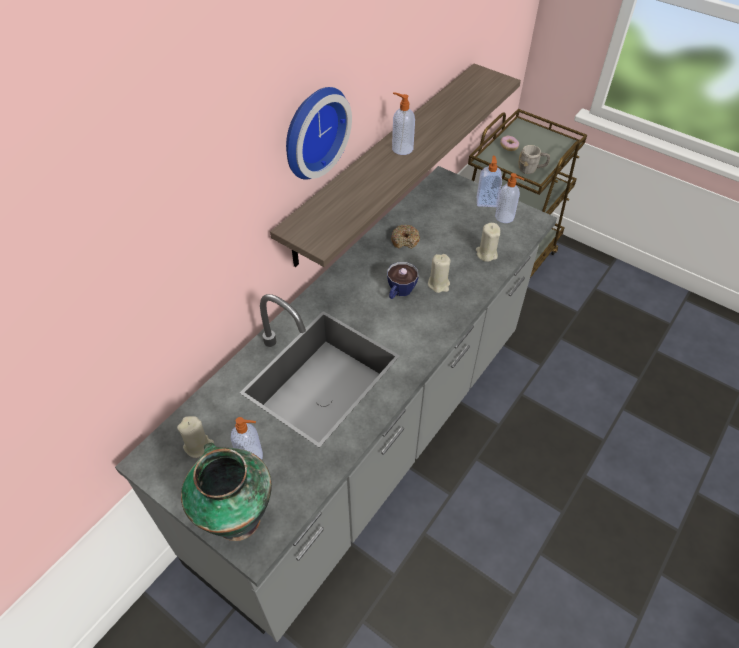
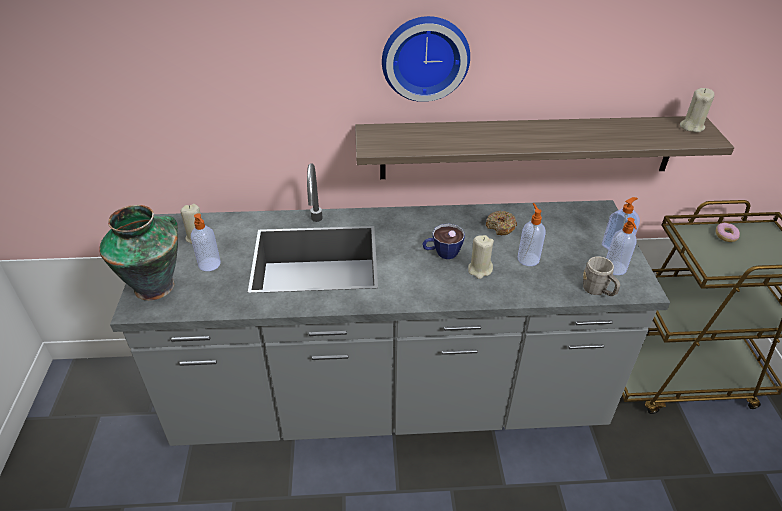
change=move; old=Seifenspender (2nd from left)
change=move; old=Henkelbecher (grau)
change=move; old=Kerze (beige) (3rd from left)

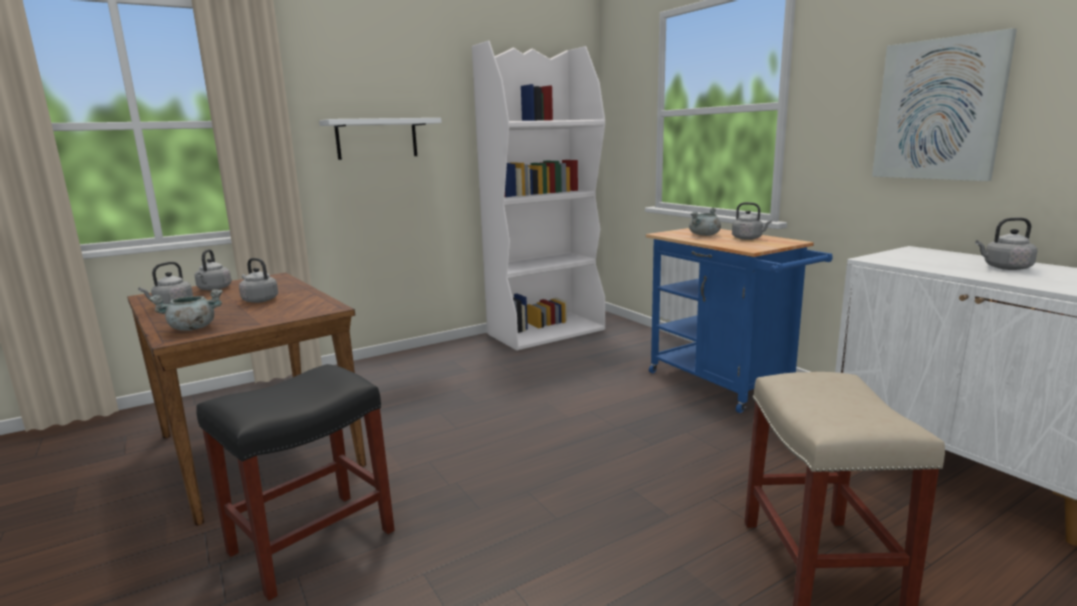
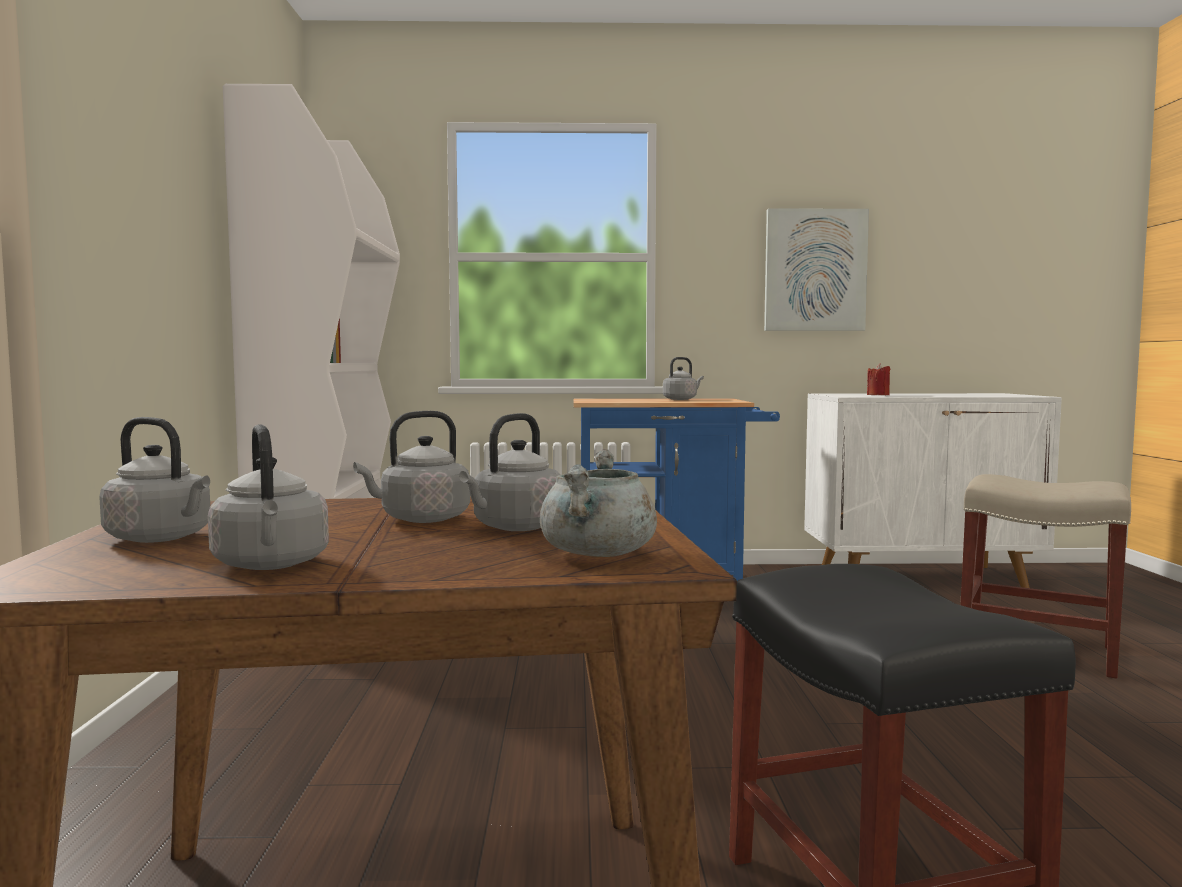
change=delete; old=Wandregal (weiß)
change=delete; old=Kochtopf (grau) (2nd from left)
change=move; old=Wasserkessel (grau) (5th from left in the first image); new=Wasserkessel (grau) (4th from left)
change=insert; new=Kerze (rot)

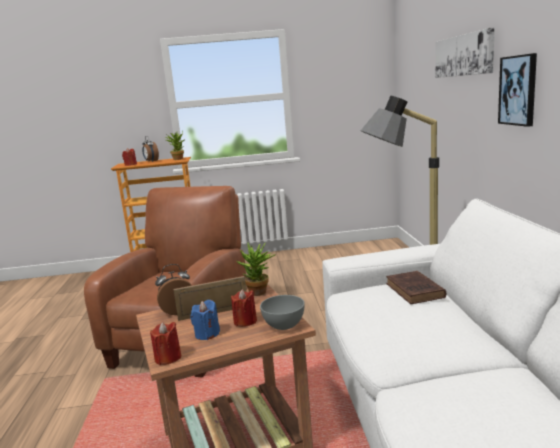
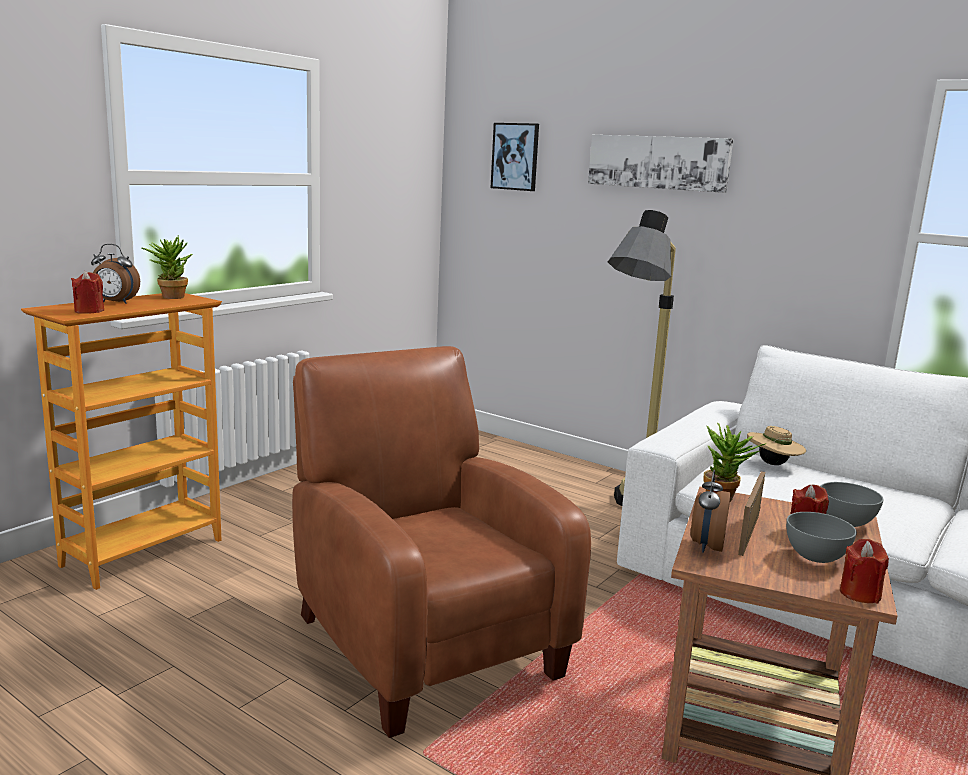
change=move; old=Bild (2nd from left in the first image); new=Bild (1st from left)
change=replace; old=Buch (braun); new=Hut (beige)
change=replace; old=Kerze (blau); new=Schüssel (grau) (1st from left)

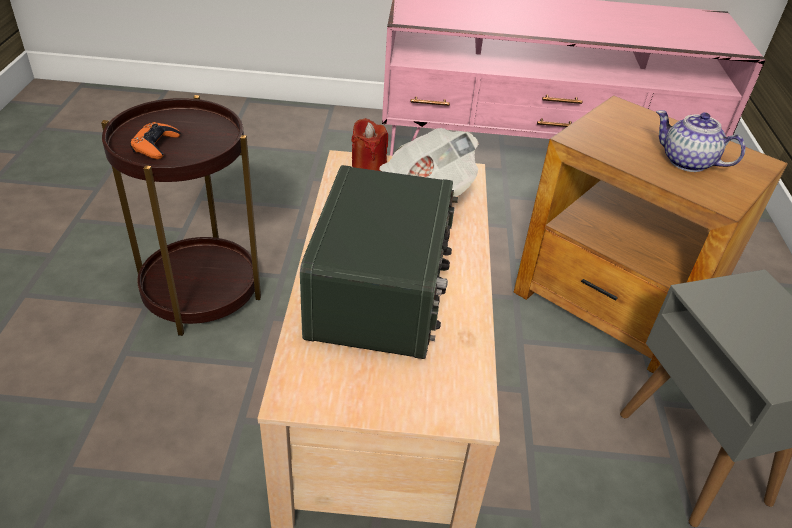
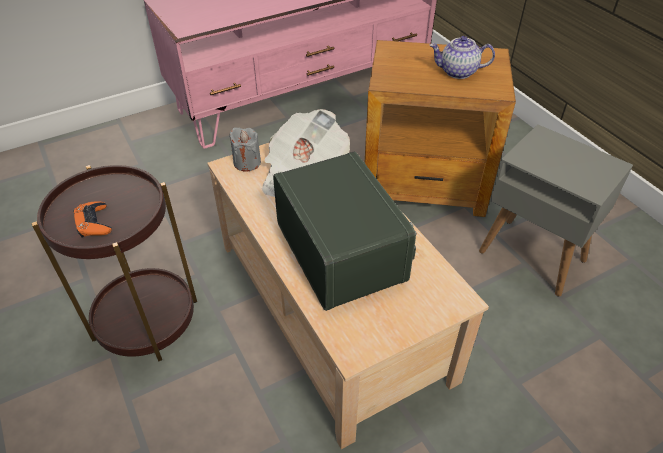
change=recolor; old=Kerze (rot); new=Kerze (grau)

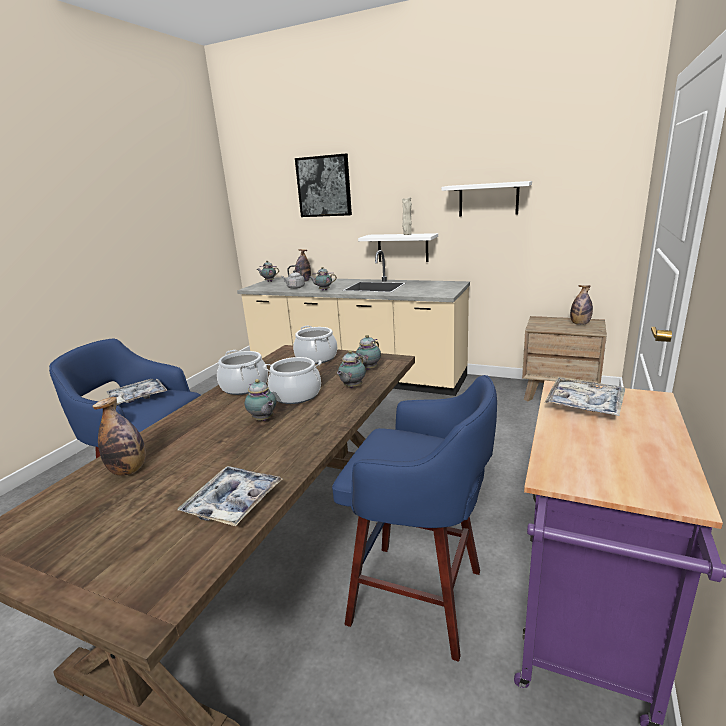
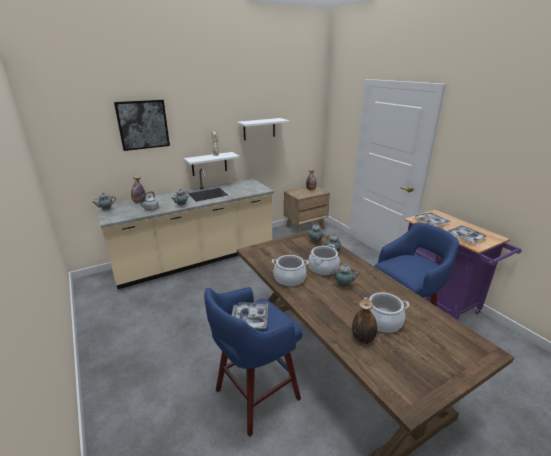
change=move; old=Kochtopf (3rd from left)
change=move; old=Tablett (2nd from left in the first image); new=Tablett (3rd from left)

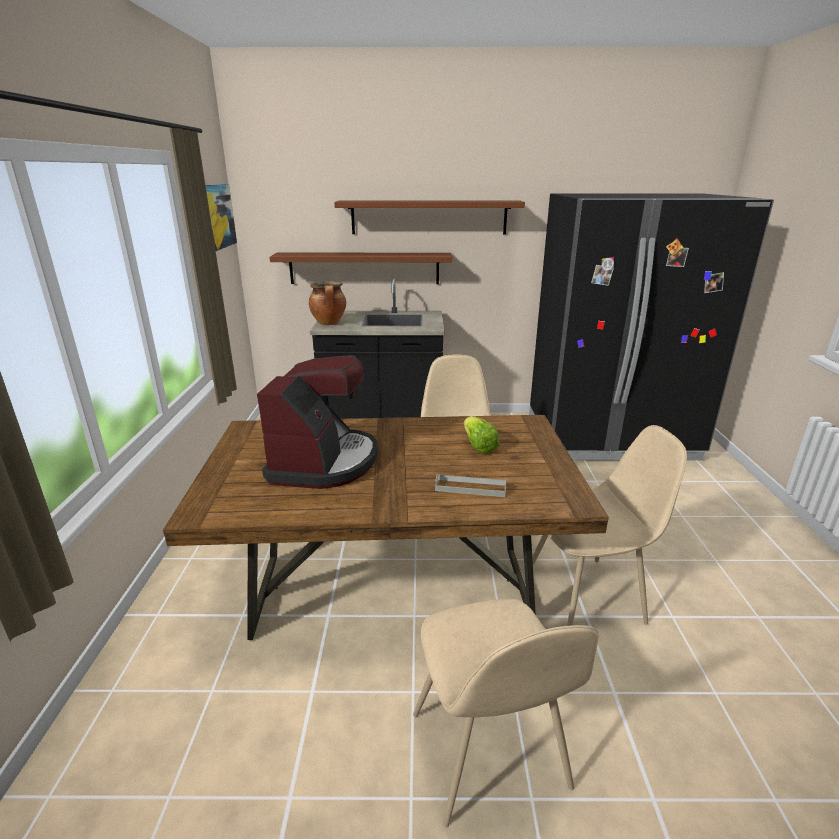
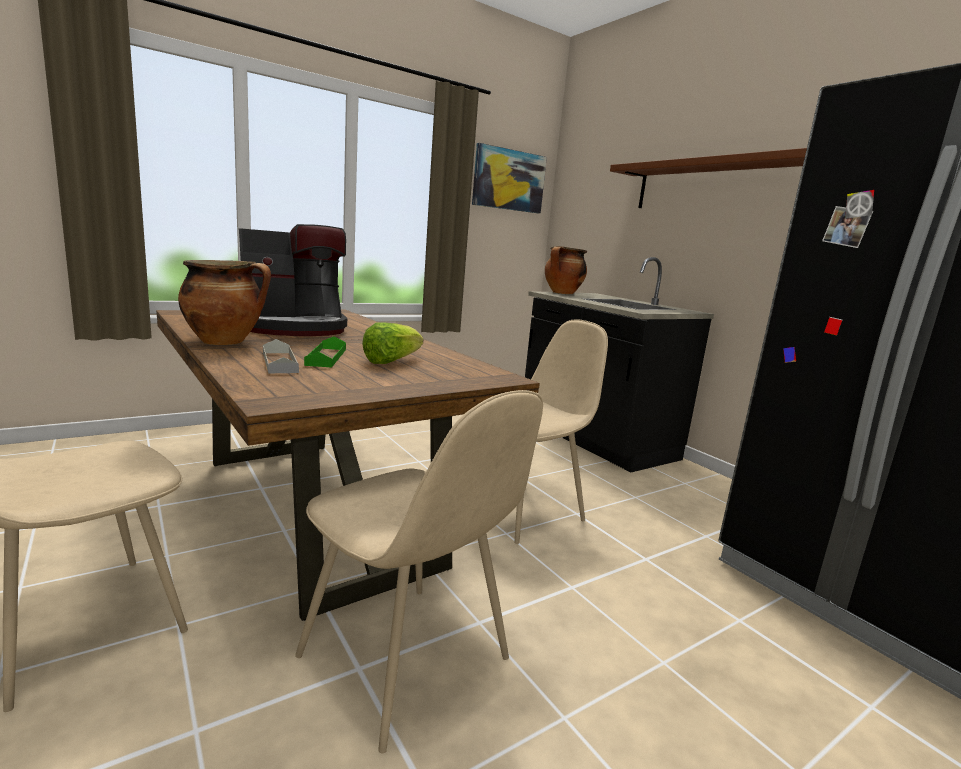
change=delete; old=Wandregal (braun) (1st from left)
change=insert; new=Kochtopf (1st from left)
change=insert; new=Tablett (grün)

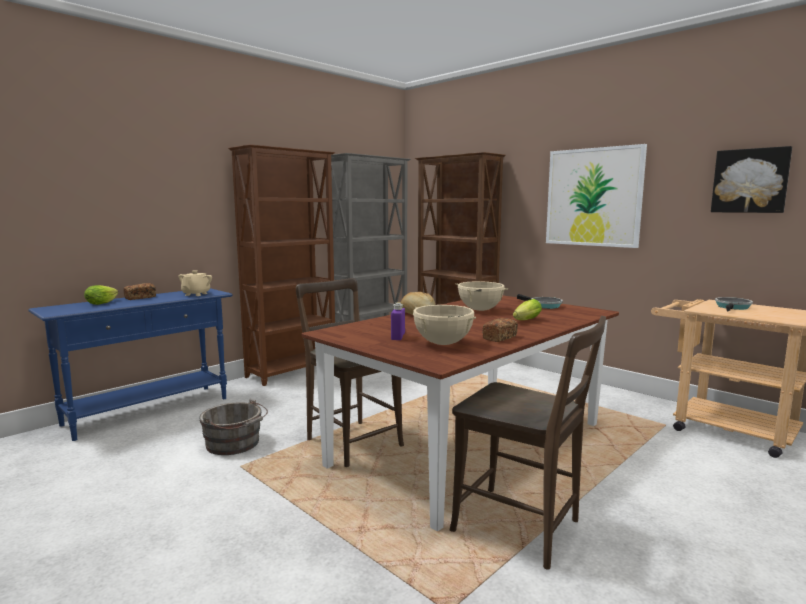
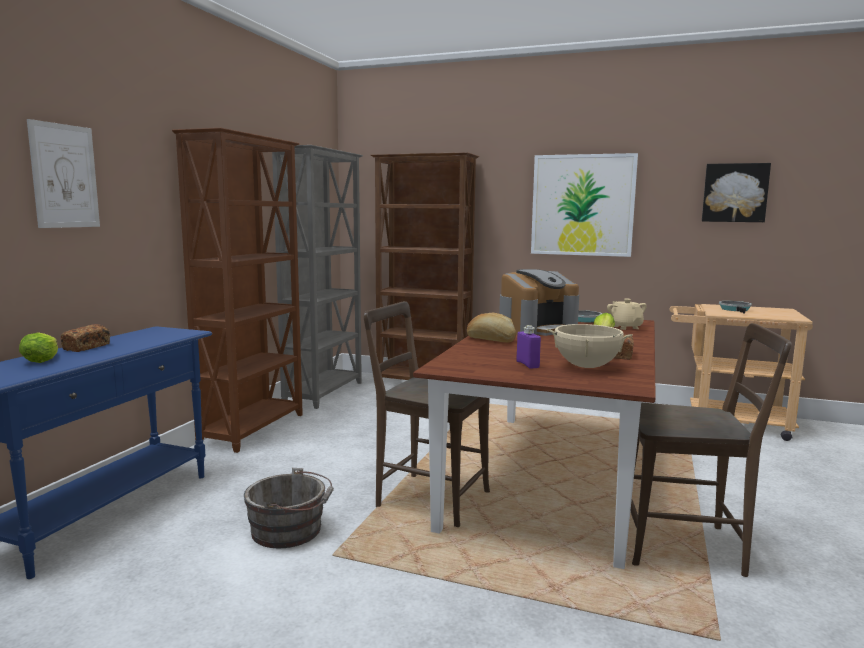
change=move; old=Teekanne (beige)
change=replace; old=Kochtopf (beige) (2nd from left); new=Kaffeemaschine
change=insert; new=Bild (1st from left)

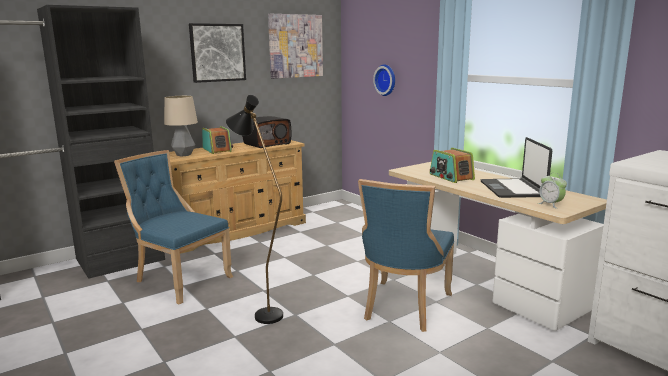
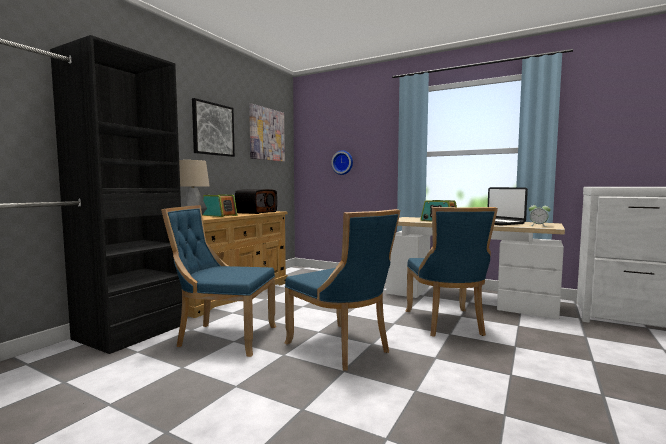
change=replace; old=Stehlampe (schwarz); new=Stuhl (blau) (2nd from left)

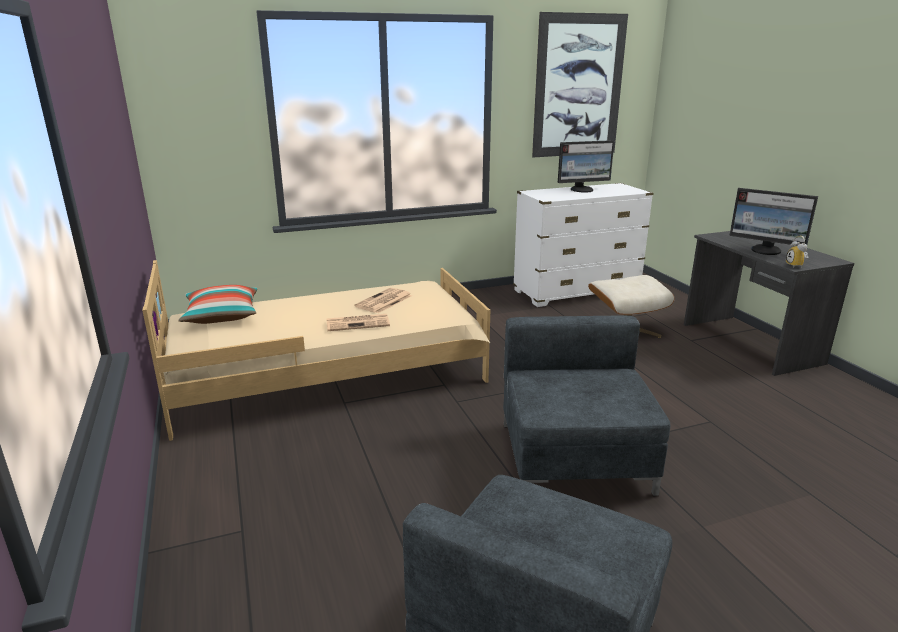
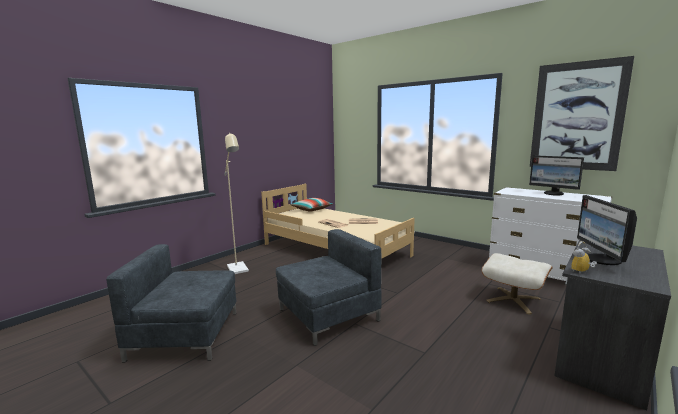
change=insert; new=Stehlampe (beige)

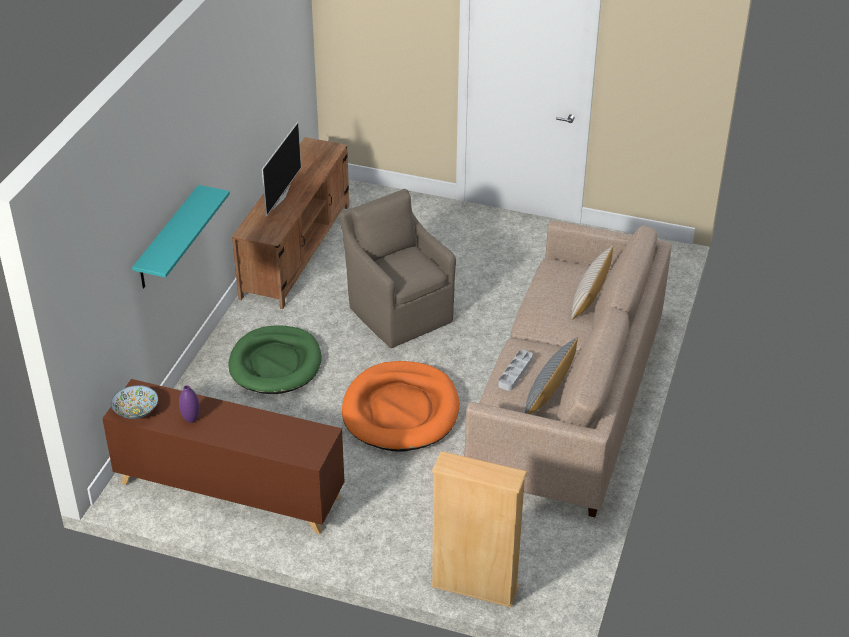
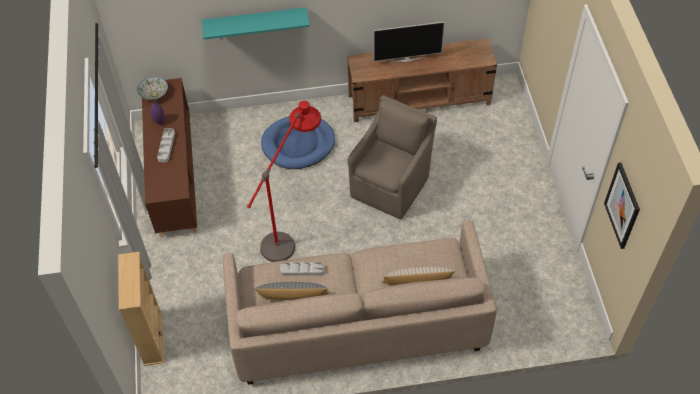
change=recolor; old=Hundebett (grün); new=Hundebett (blau)
change=replace; old=Hundebett (orange); new=Stehlampe (rot)
change=insert; new=Tablett (grau) (1st from left)
change=insert; new=Bild

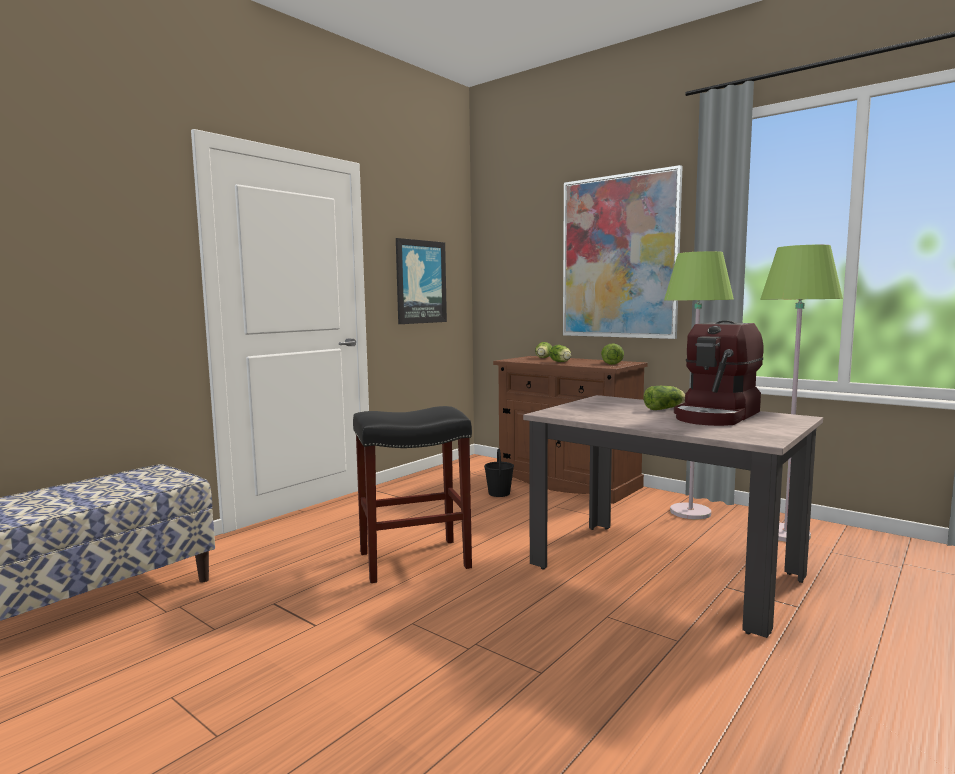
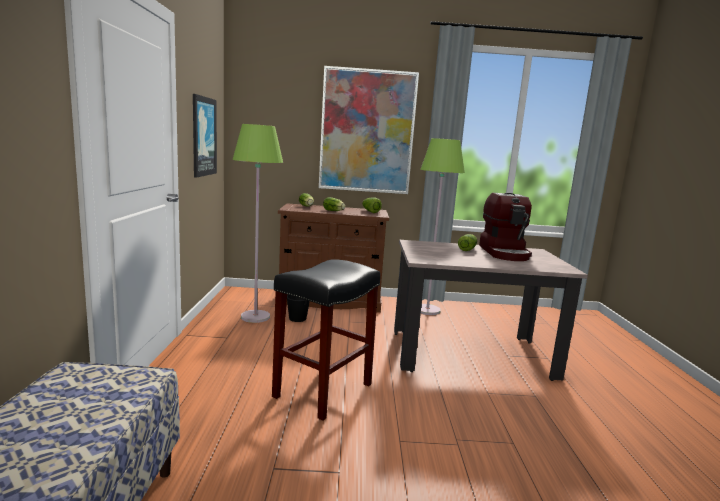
change=move; old=Stehlampe (grün) (2nd from left in the first image); new=Stehlampe (grün) (1st from left)

